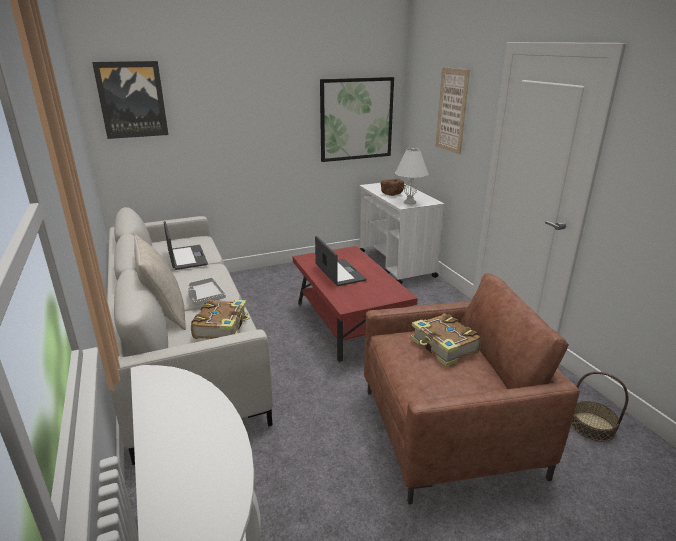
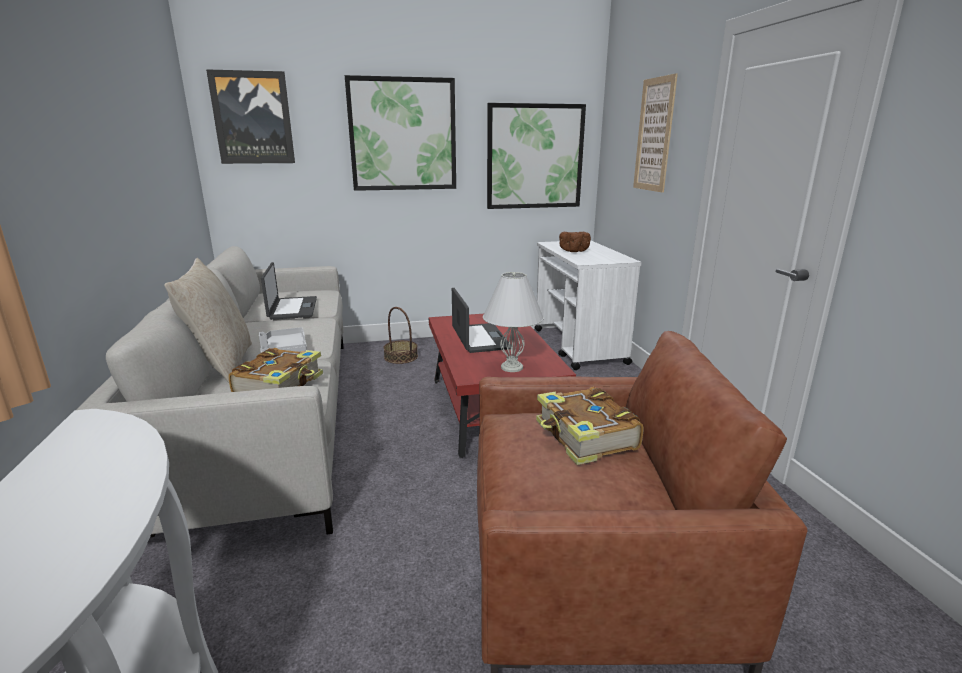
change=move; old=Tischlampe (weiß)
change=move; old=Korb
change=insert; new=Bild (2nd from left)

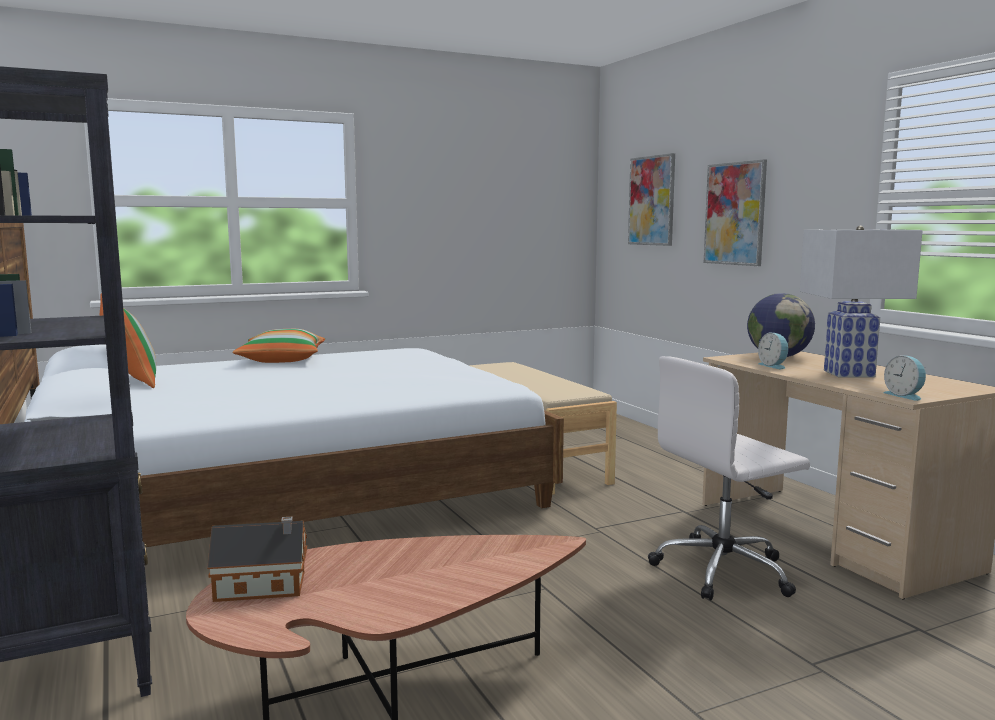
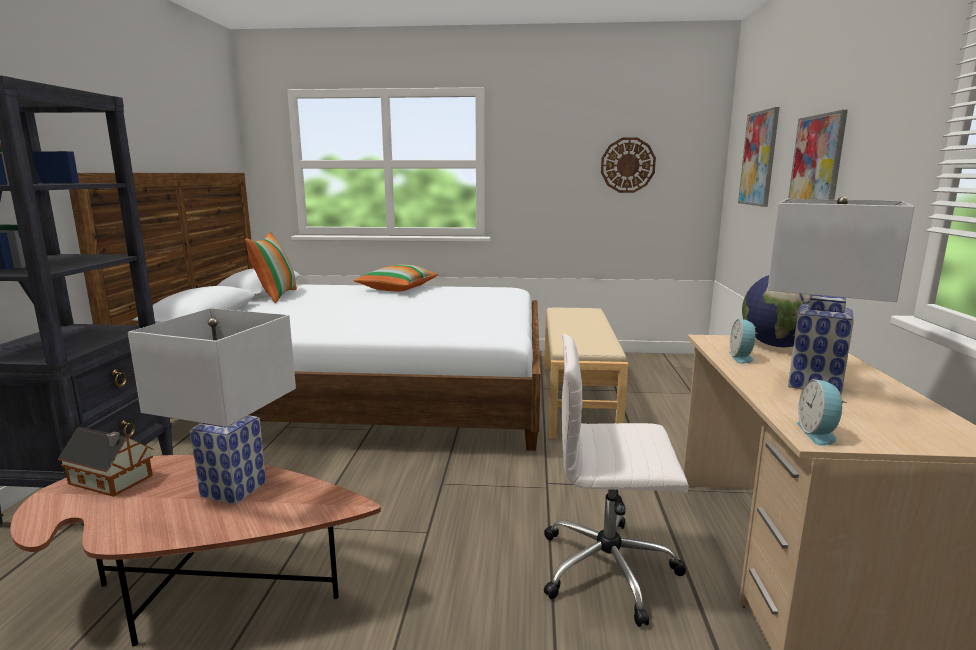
change=insert; new=Wanduhr
change=insert; new=Tischlampe (weiß) (1st from left)

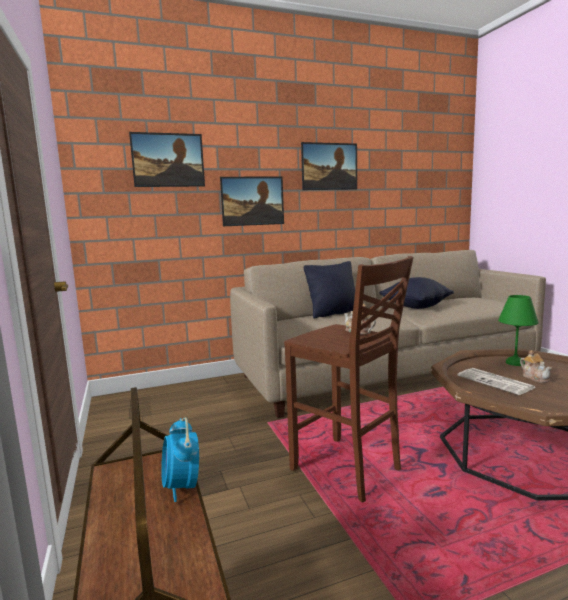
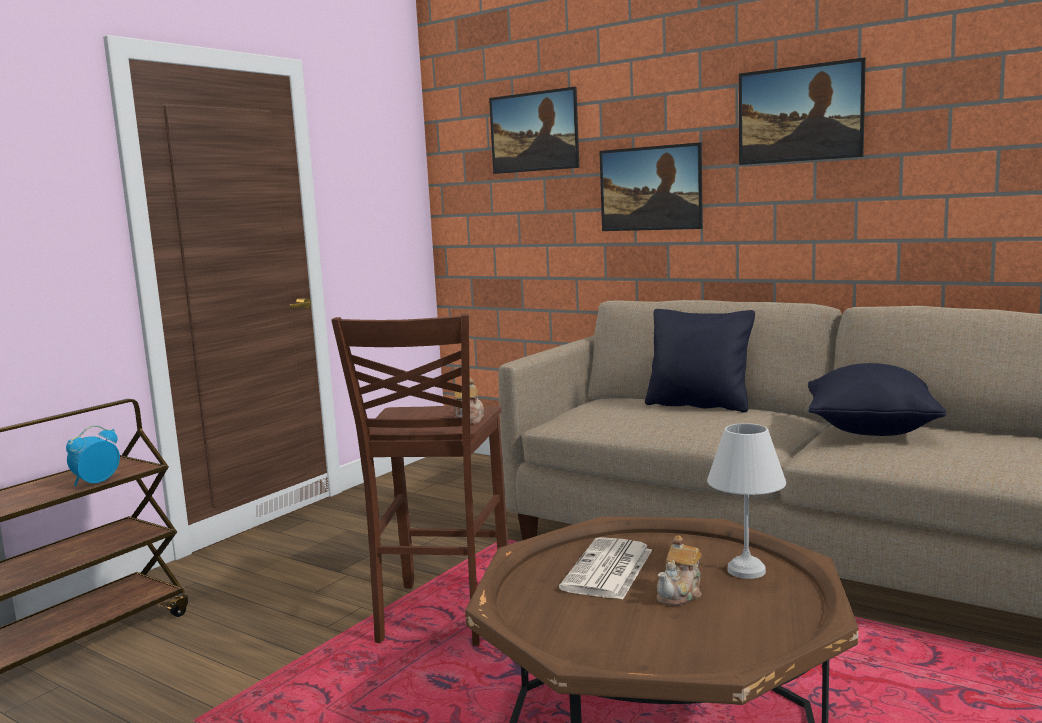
change=recolor; old=Tischlampe (grün); new=Tischlampe (weiß)

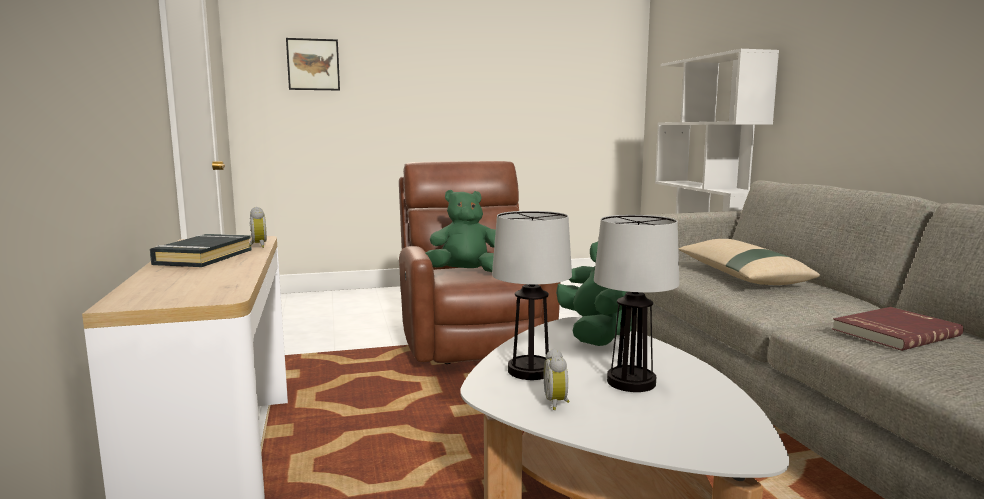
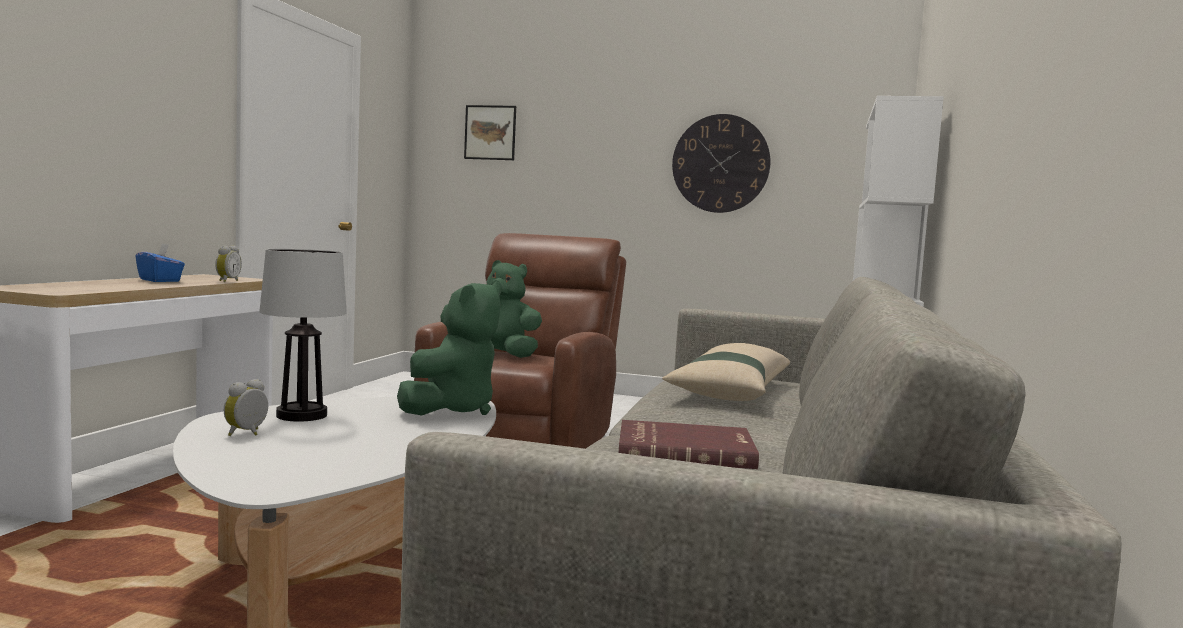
change=delete; old=Tischlampe (2nd from left)
change=replace; old=Buch (schwarz); new=Taschentuchbox (blau)
change=insert; new=Wanduhr

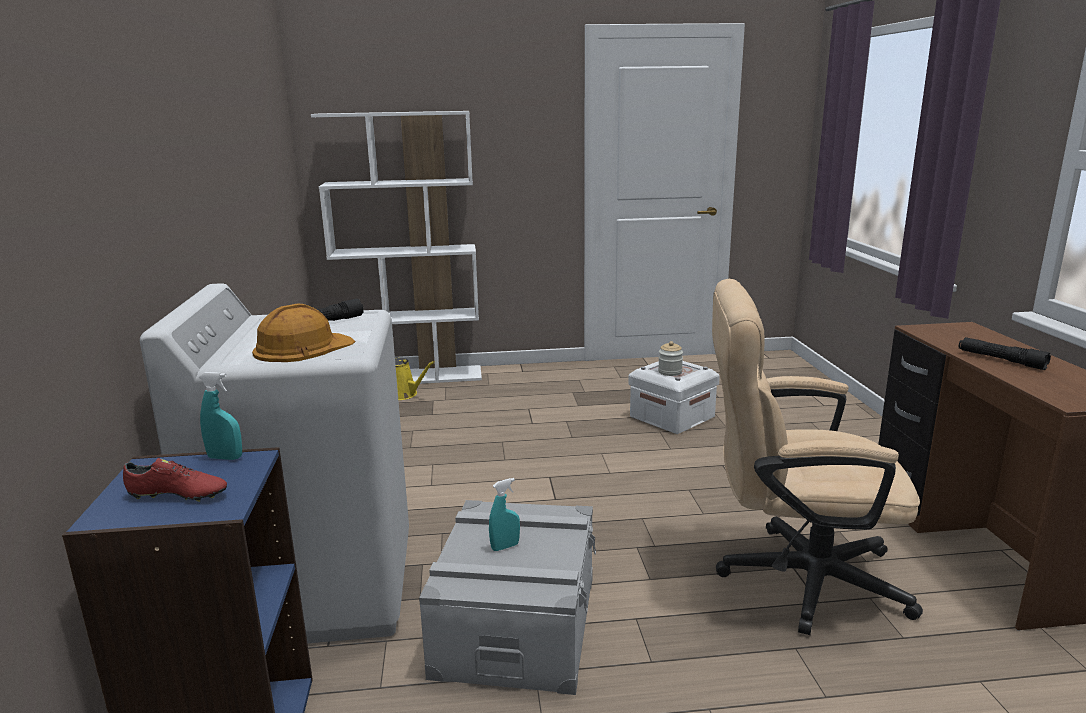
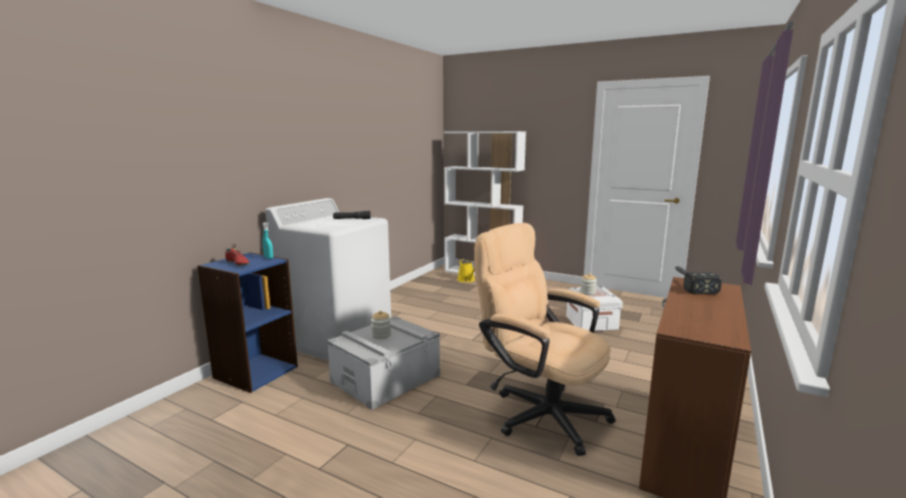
change=delete; old=Schutzhelm (orange)
change=delete; old=Taschenlampe (schwarz) (2nd from left)
change=replace; old=Sprühflasche (türkis) (2nd from left); new=Vorratsglas (1st from left)
change=insert; new=Hammer

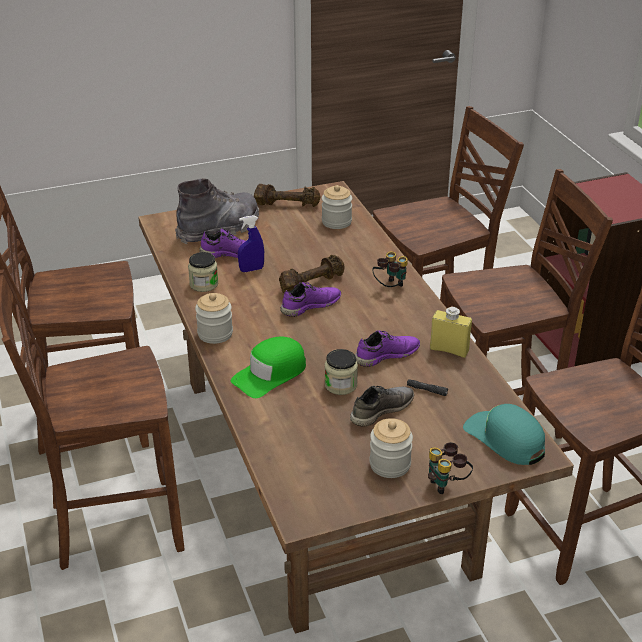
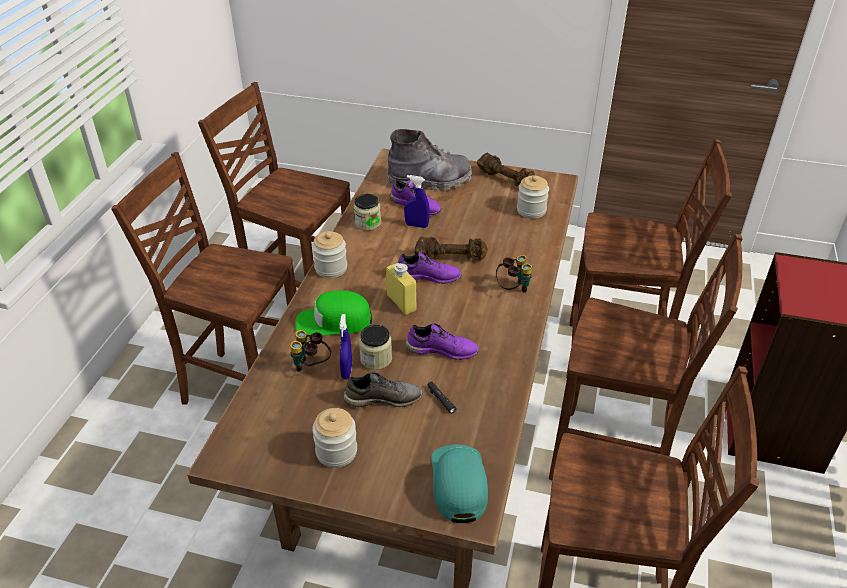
change=move; old=Flasche (gelb)
change=move; old=Fernglas (2nd from left in the first image); new=Fernglas (1st from left)
change=insert; new=Sprühflasche (blau) (1st from left)

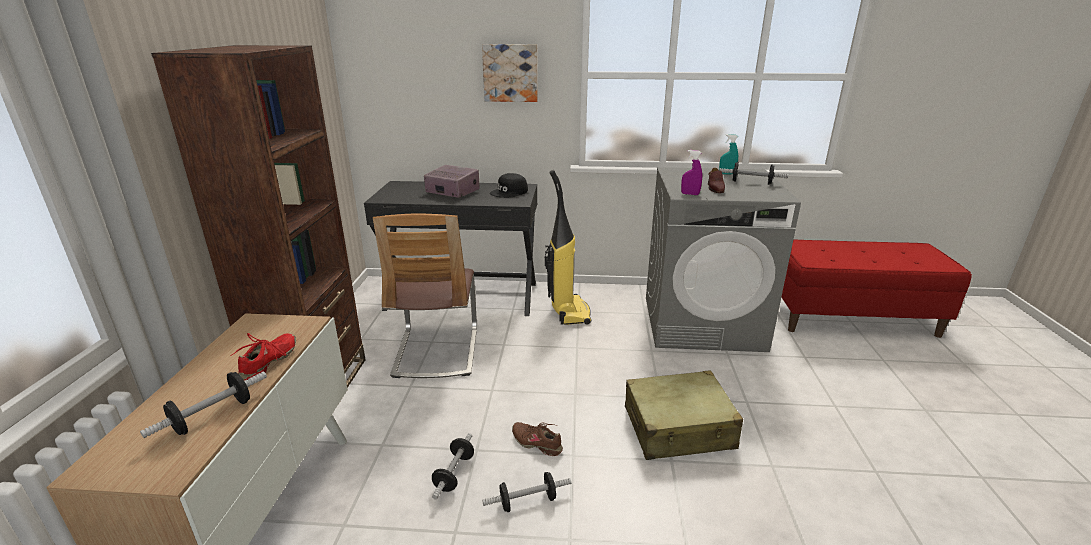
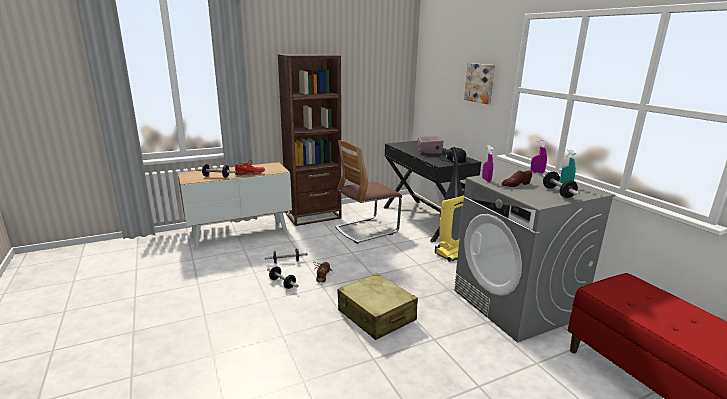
change=insert; new=Sprühflasche (lila) (2nd from left)

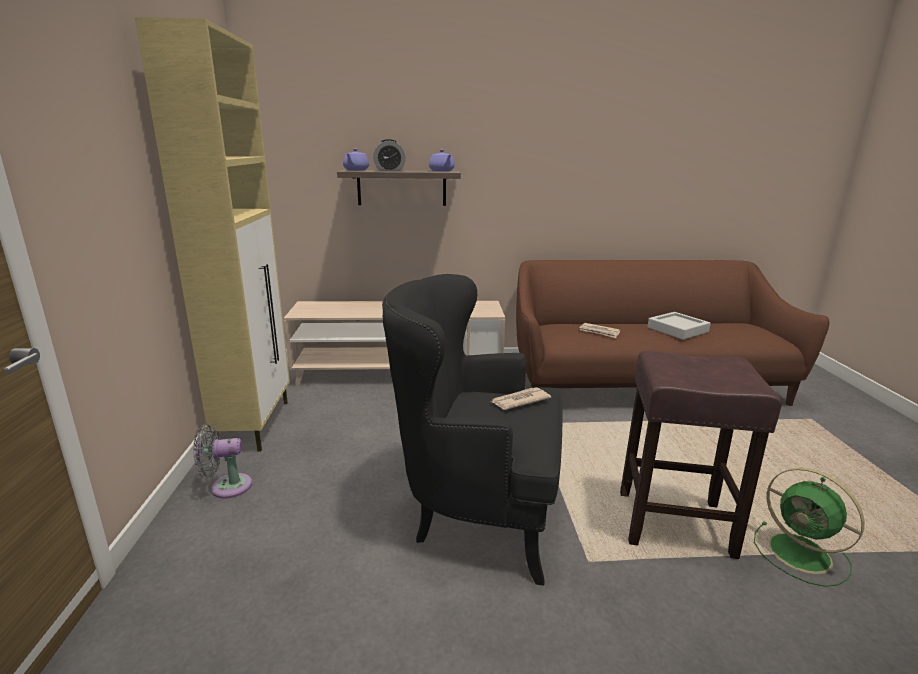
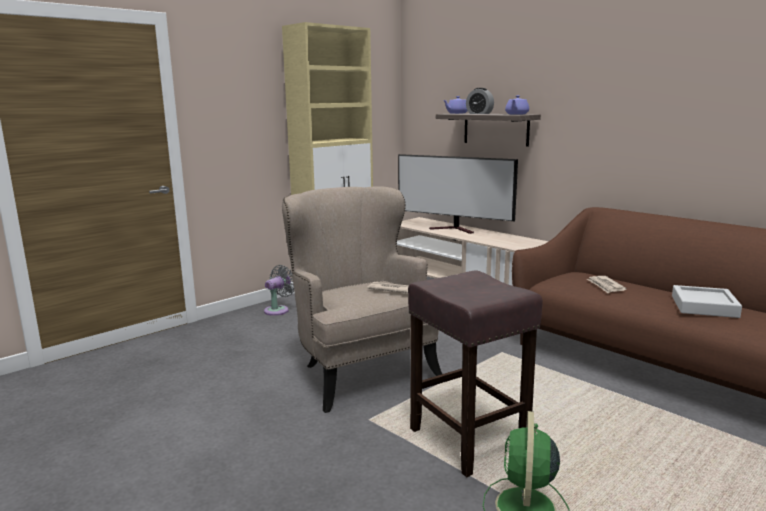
change=recolor; old=Sessel (schwarz); new=Sessel (beige)
change=rotate; old=Ventilator (grau); degrees=90
change=insert; new=Fernseher

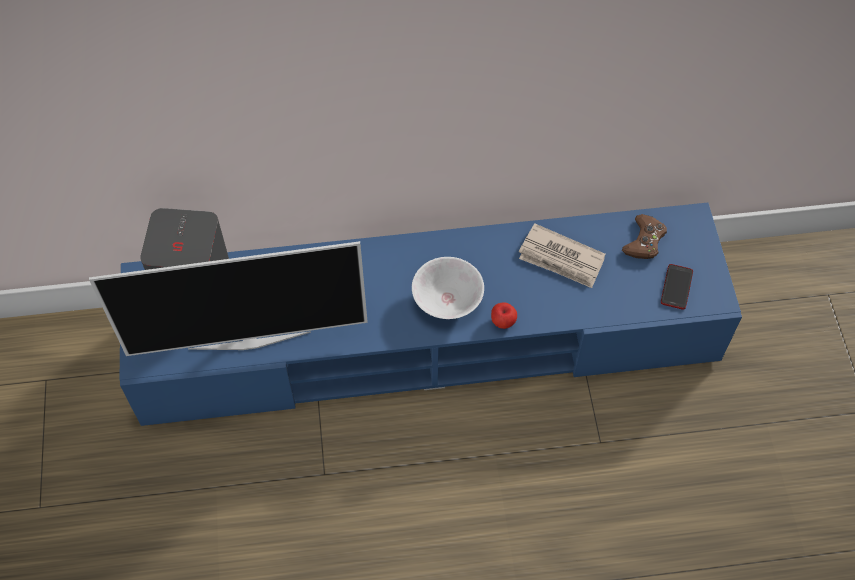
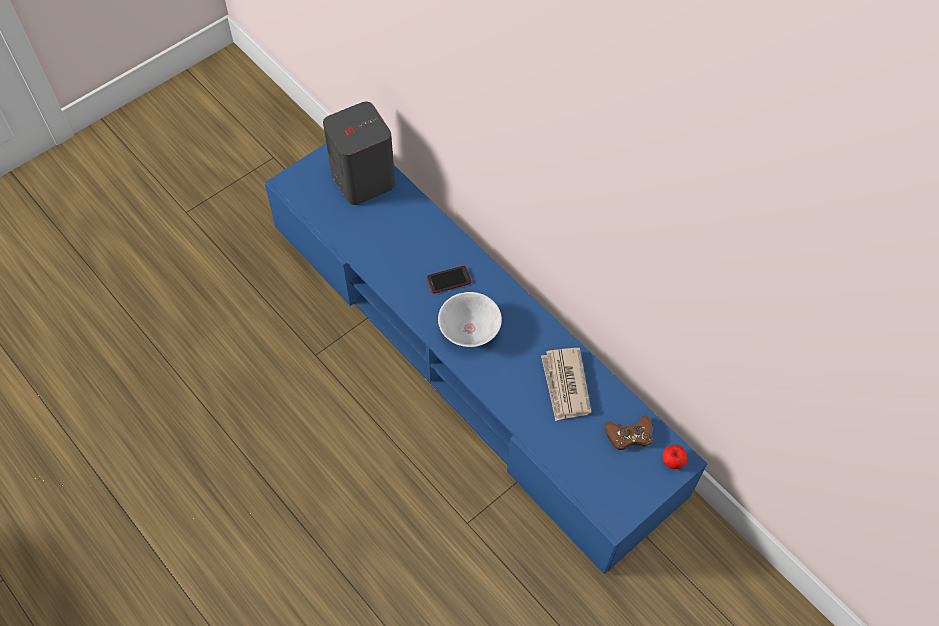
change=delete; old=Fernseher
change=move; old=Handy
change=move; old=Apfel

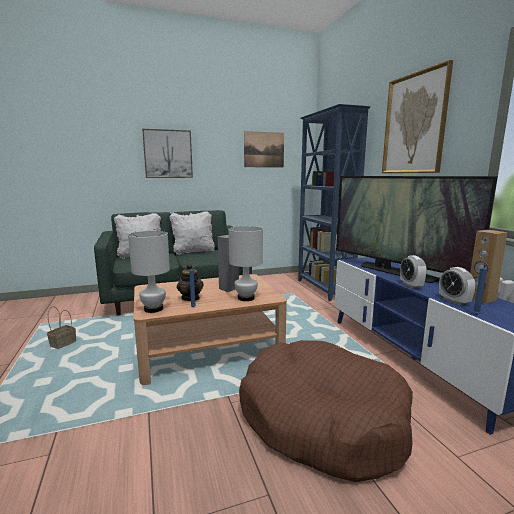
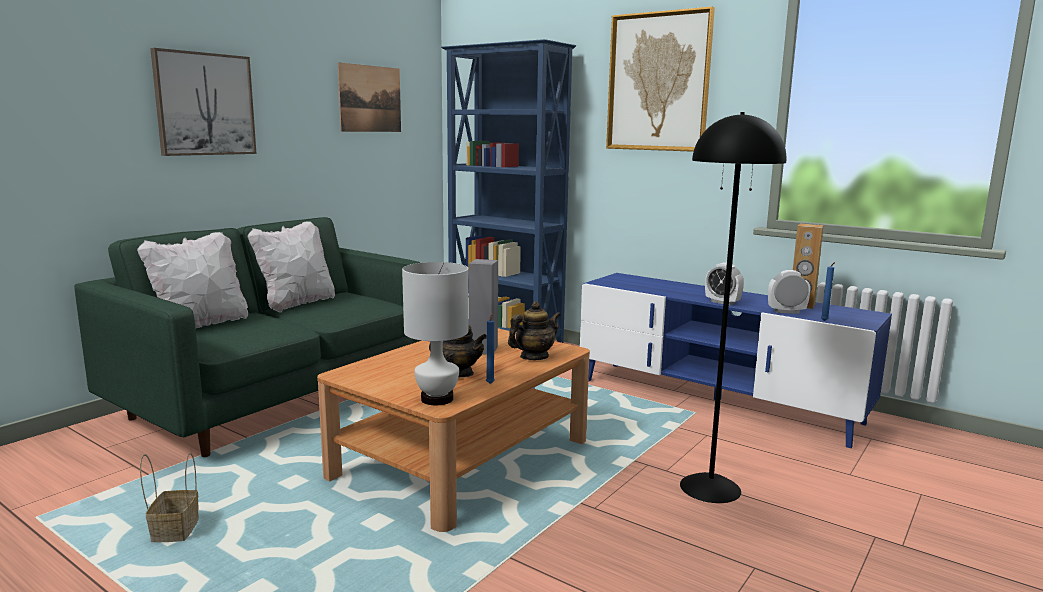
change=delete; old=Fernseher
change=replace; old=Tischlampe (weiß) (2nd from left); new=Teekanne (2nd from left)
change=rotate; old=Wecker (2nd from left); degrees=150
change=replace; old=Hundebett (braun); new=Stehlampe (schwarz)

